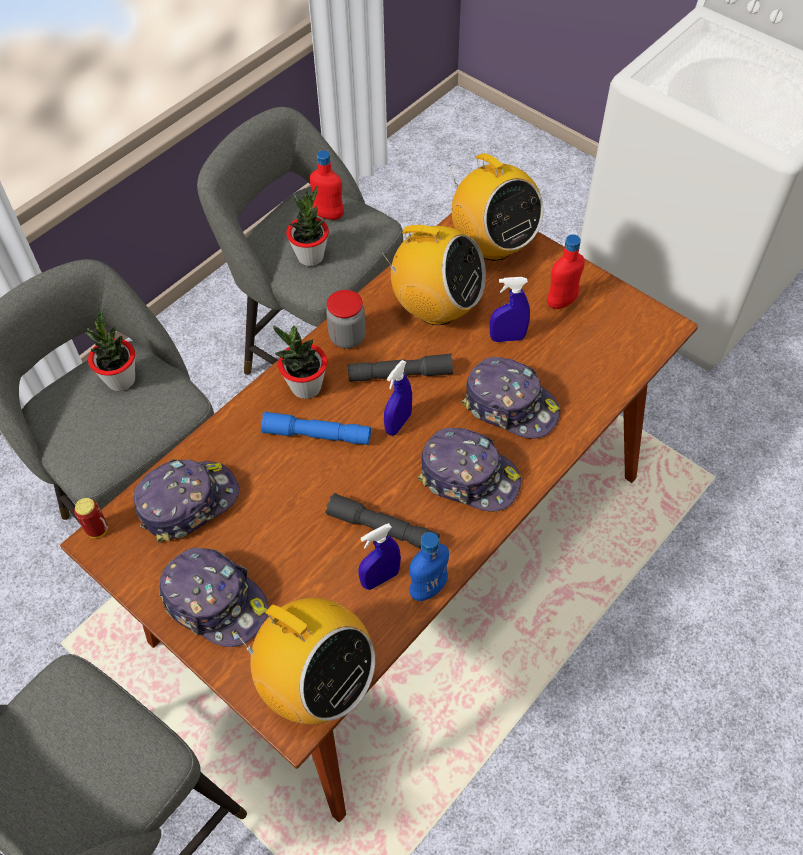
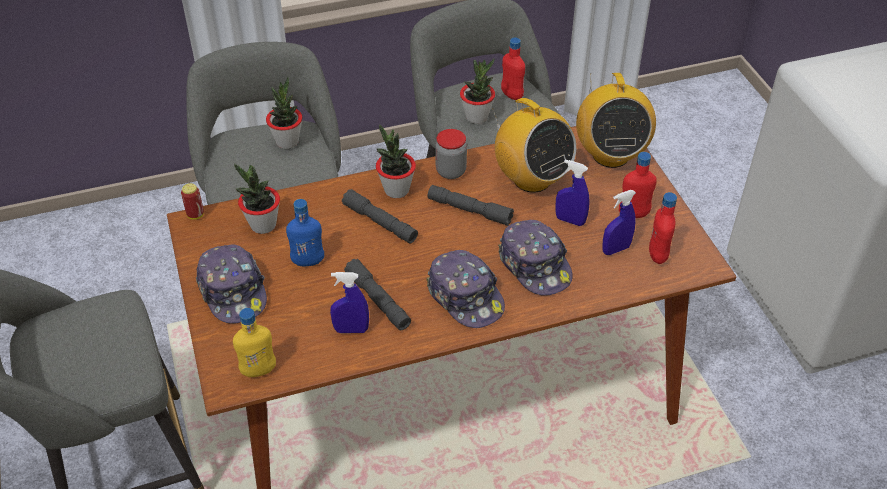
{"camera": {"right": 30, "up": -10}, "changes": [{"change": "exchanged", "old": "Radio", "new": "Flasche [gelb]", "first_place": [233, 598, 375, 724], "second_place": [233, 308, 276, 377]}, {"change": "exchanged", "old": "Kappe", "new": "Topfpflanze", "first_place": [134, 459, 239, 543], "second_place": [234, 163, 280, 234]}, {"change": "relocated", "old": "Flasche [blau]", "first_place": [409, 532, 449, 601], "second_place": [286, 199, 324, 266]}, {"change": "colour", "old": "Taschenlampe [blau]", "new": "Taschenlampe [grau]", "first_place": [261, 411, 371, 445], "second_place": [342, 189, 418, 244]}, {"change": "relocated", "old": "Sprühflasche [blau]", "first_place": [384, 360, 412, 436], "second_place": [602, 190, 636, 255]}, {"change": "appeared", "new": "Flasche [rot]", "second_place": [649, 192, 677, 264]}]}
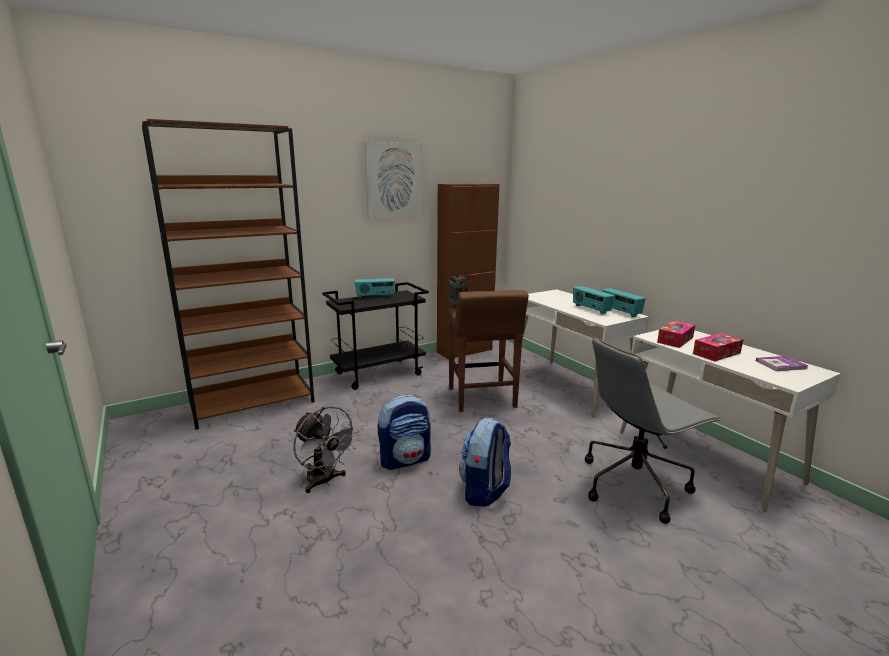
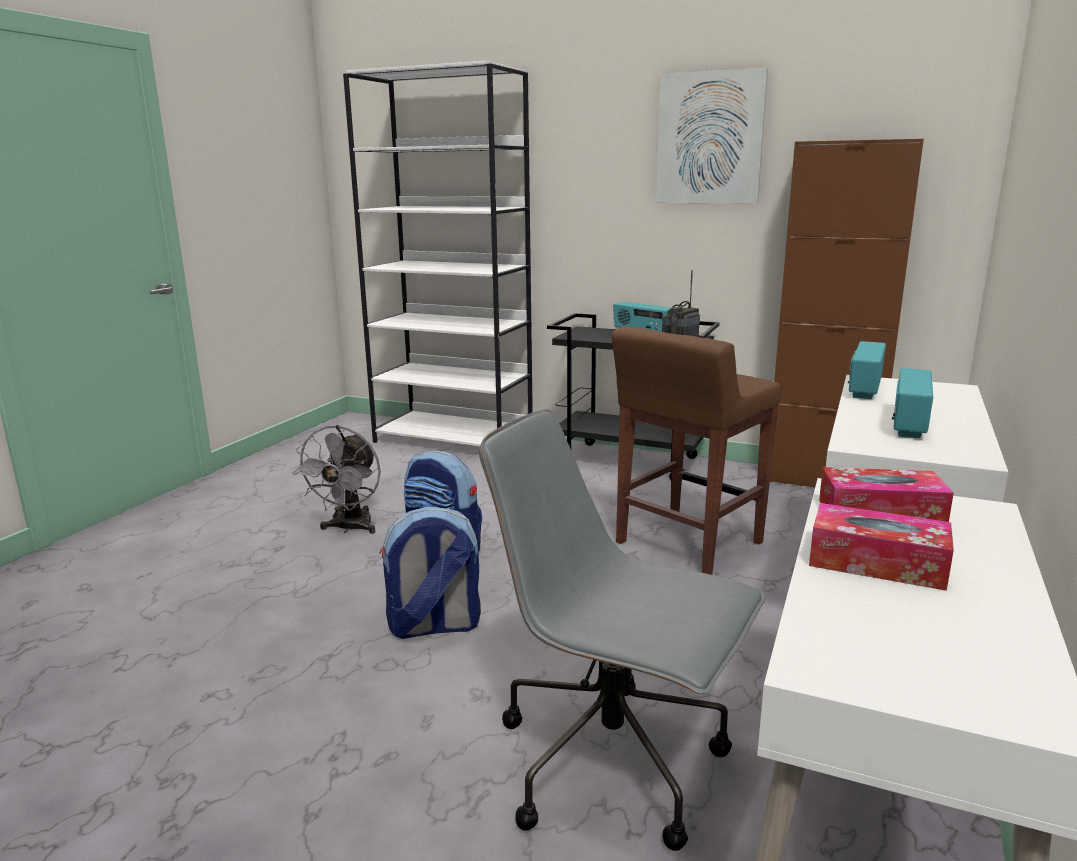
{"camera": {"right": 55, "up": 0}, "changes": [{"change": "colour", "old": "Bücherregal [braun]", "new": "Bücherregal [weiß]", "first_place": [142, 119, 315, 430], "second_place": [343, 61, 533, 446]}, {"change": "relocated", "old": "Radio", "first_place": [602, 288, 646, 317], "second_place": [848, 341, 886, 399]}, {"change": "missing", "old": "Buch", "first_place": [756, 356, 808, 371]}]}
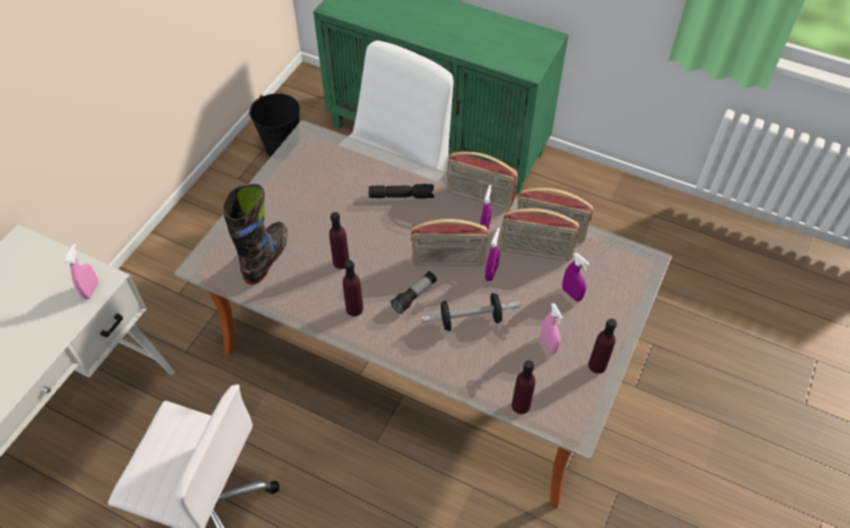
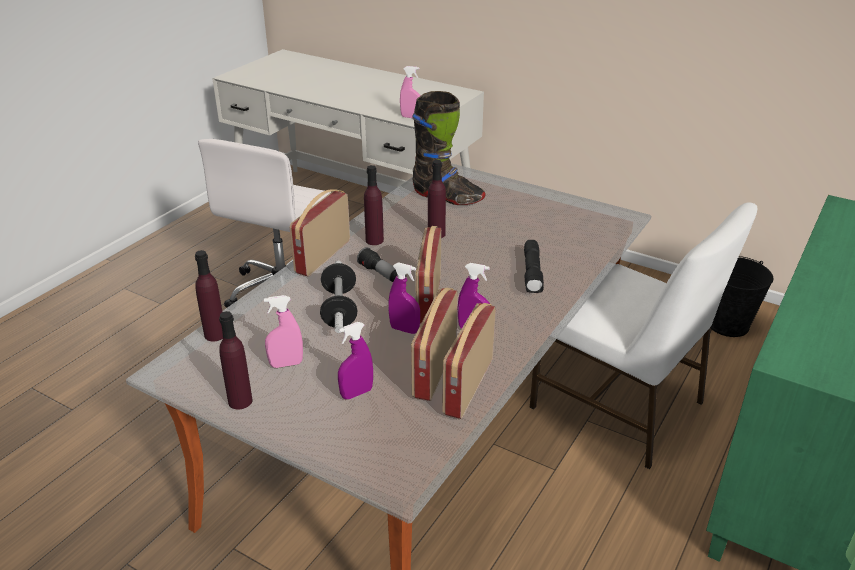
{"camera": {"right": 95, "up": -20}, "changes": [{"change": "relocated", "old": "Radio", "first_place": [447, 152, 518, 209], "second_place": [290, 189, 350, 277]}]}
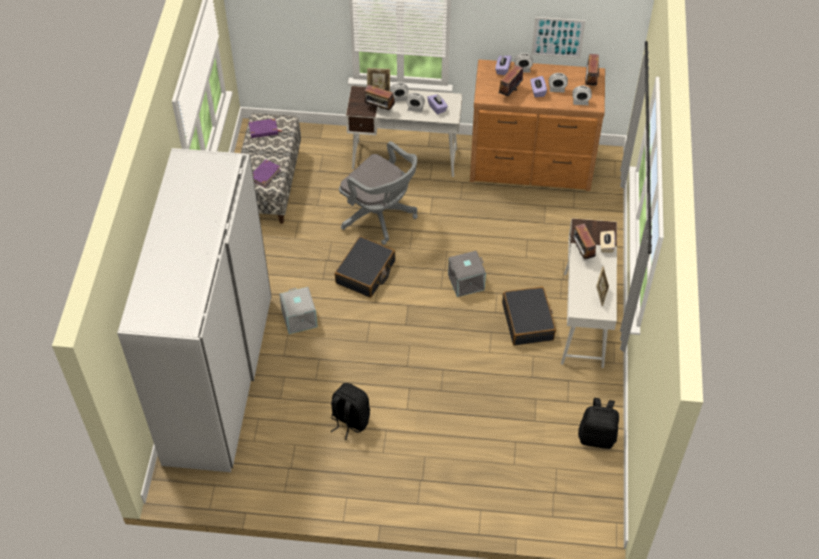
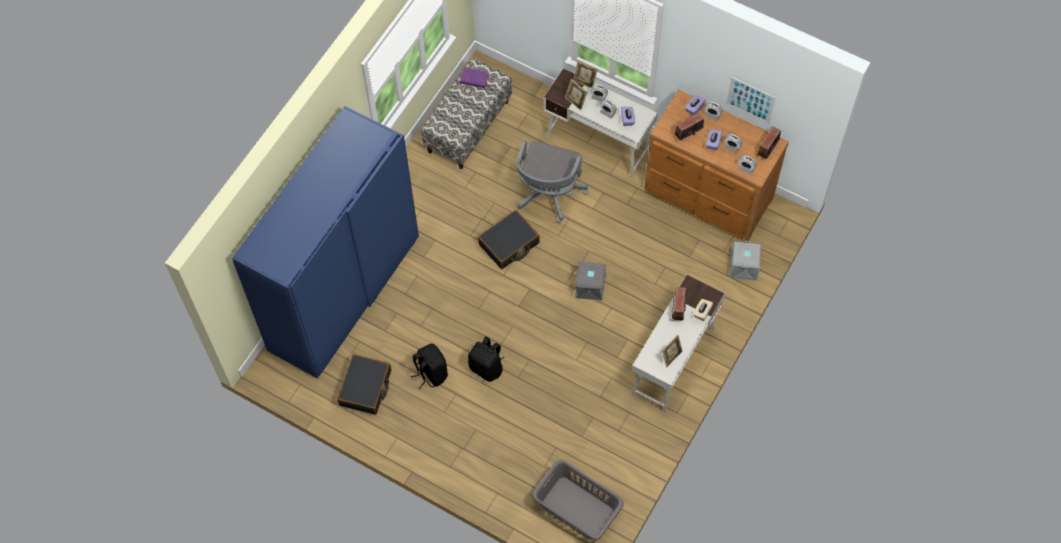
{"camera": {"right": 25, "up": 10}, "changes": [{"change": "colour", "old": "Kleiderschrank [weiß]", "new": "Kleiderschrank [blau]", "first_place": [117, 148, 272, 472], "second_place": [232, 106, 419, 379]}, {"change": "relocated", "old": "Koffer [schwarz]", "first_place": [502, 287, 556, 346], "second_place": [337, 354, 391, 415]}, {"change": "relocated", "old": "Rucksack [schwarz]", "first_place": [578, 398, 619, 449], "second_place": [468, 336, 504, 382]}, {"change": "spun", "old": "Bürostuhl [grau]", "first_place": [339, 141, 418, 245], "second_place": [516, 140, 588, 223], "degrees": 45}, {"change": "appeared", "new": "Wäschekorb [grau]", "second_place": [532, 460, 624, 540]}, {"change": "exchanged", "old": "Radio", "new": "Bilderrahmen", "first_place": [364, 85, 395, 112], "second_place": [565, 79, 588, 111]}, {"change": "relocated", "old": "Aufbewahrungsbox [grau]", "first_place": [279, 287, 318, 334], "second_place": [730, 241, 761, 281]}, {"change": "missing", "old": "Buch [lila]", "first_place": [253, 159, 280, 187]}]}
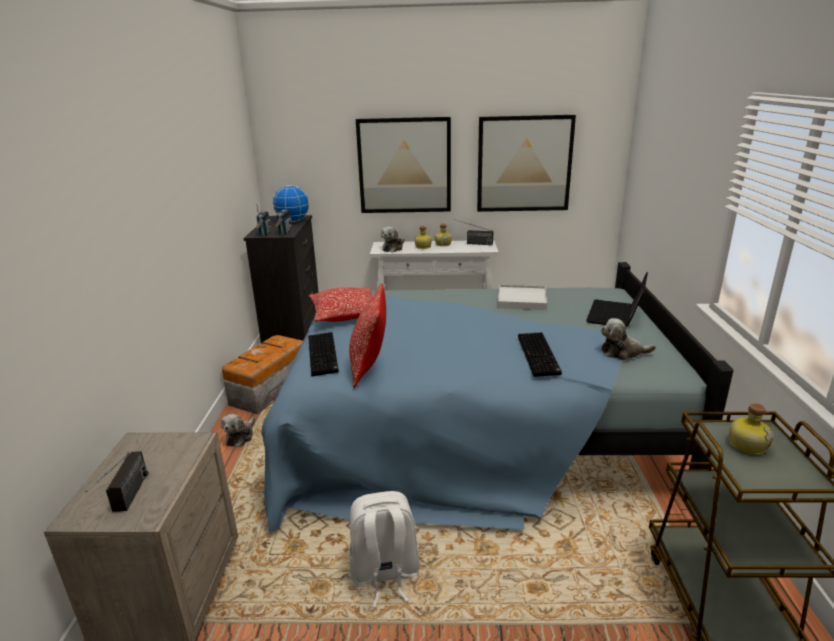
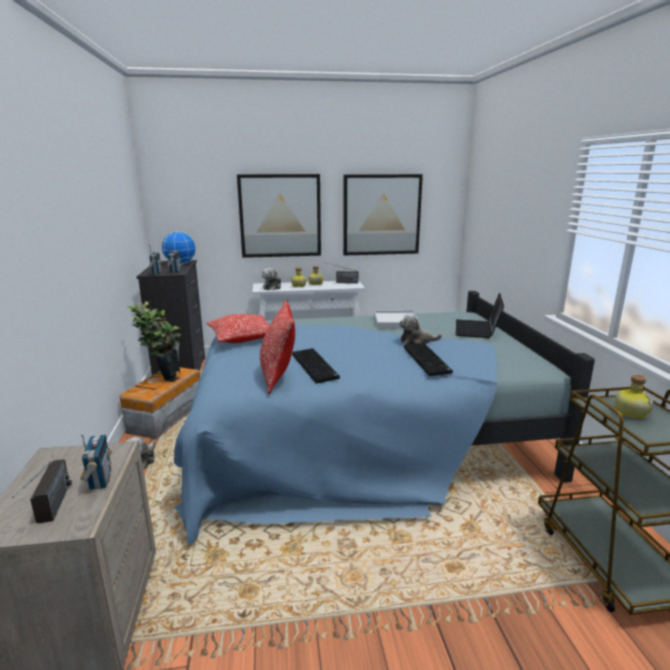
{"camera": {"right": -10, "up": -5}, "changes": [{"change": "appeared", "new": "Radio", "second_place": [80, 433, 112, 490]}, {"change": "appeared", "new": "Topfpflanze", "second_place": [127, 301, 181, 382]}, {"change": "relocated", "old": "Tastatur", "first_place": [308, 332, 339, 376], "second_place": [292, 348, 340, 384]}, {"change": "relocated", "old": "Plüschtier", "first_place": [601, 318, 656, 360], "second_place": [399, 314, 442, 345]}, {"change": "missing", "old": "Rucksack [weiß]", "first_place": [349, 491, 420, 607]}]}
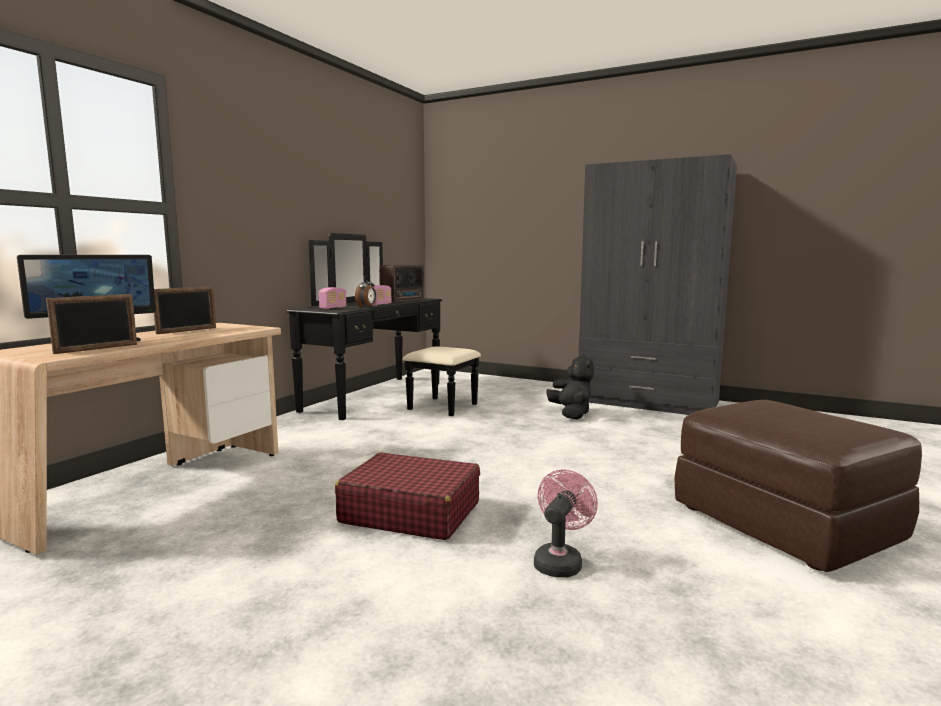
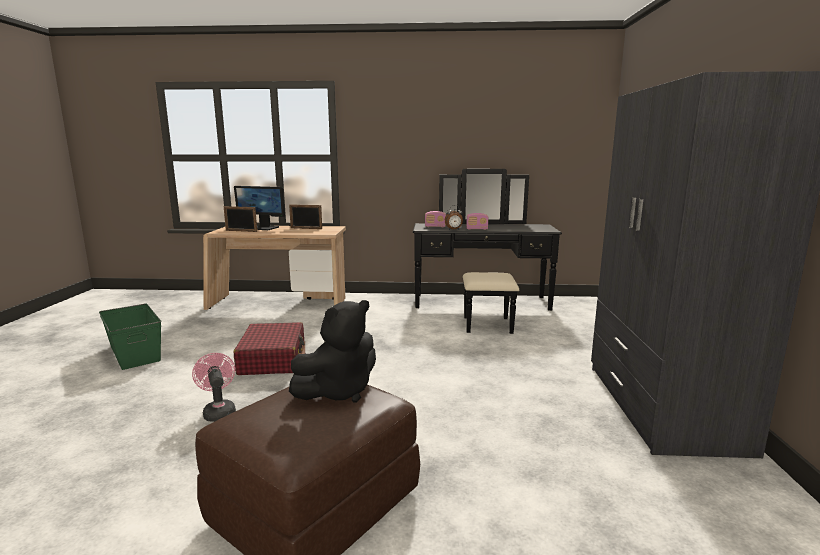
{"camera": {"right": 65, "up": 5}, "changes": [{"change": "appeared", "new": "Aufbewahrungsbox [grün]", "second_place": [99, 303, 162, 370]}, {"change": "spun", "old": "Ventilator [rosa]", "first_place": [534, 469, 598, 577], "second_place": [192, 353, 236, 422], "degrees": -120}, {"change": "relocated", "old": "Plüschtier [schwarz]", "first_place": [547, 354, 594, 419], "second_place": [289, 300, 376, 403]}, {"change": "missing", "old": "Radio", "first_place": [379, 265, 424, 303]}]}
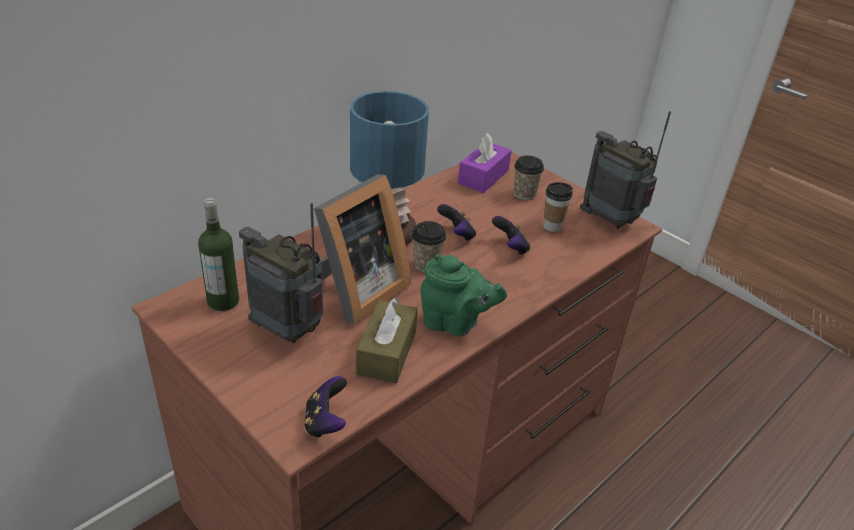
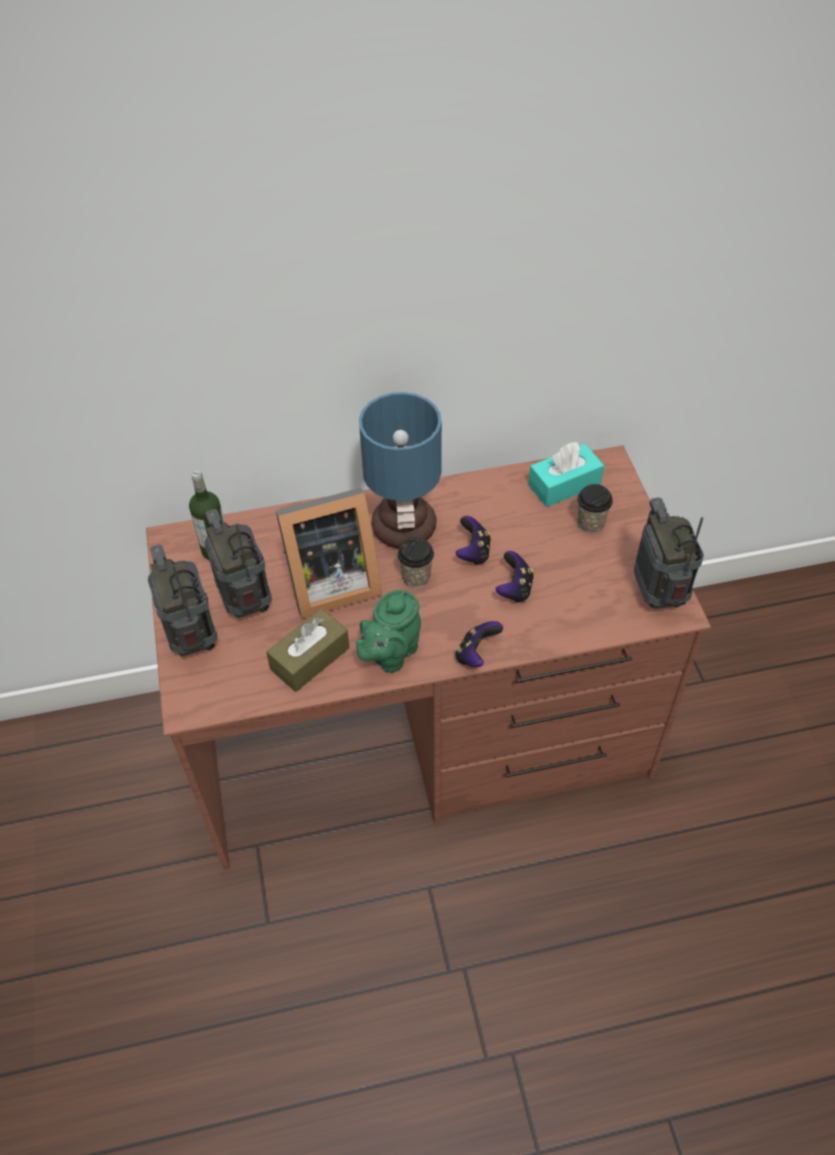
{"camera": {"right": 35, "up": 15}, "changes": [{"change": "appeared", "new": "Radio", "second_place": [148, 544, 218, 656]}, {"change": "spun", "old": "Teekanne [grün]", "first_place": [420, 254, 507, 336], "second_place": [356, 590, 421, 672], "degrees": 75}, {"change": "relocated", "old": "Gamepad", "first_place": [304, 376, 347, 438], "second_place": [455, 621, 503, 667]}, {"change": "colour", "old": "Taschentuchbox [lila]", "new": "Taschentuchbox [türkis]", "first_place": [458, 133, 512, 193], "second_place": [528, 442, 604, 507]}, {"change": "missing", "old": "Tasse", "first_place": [543, 182, 573, 232]}]}
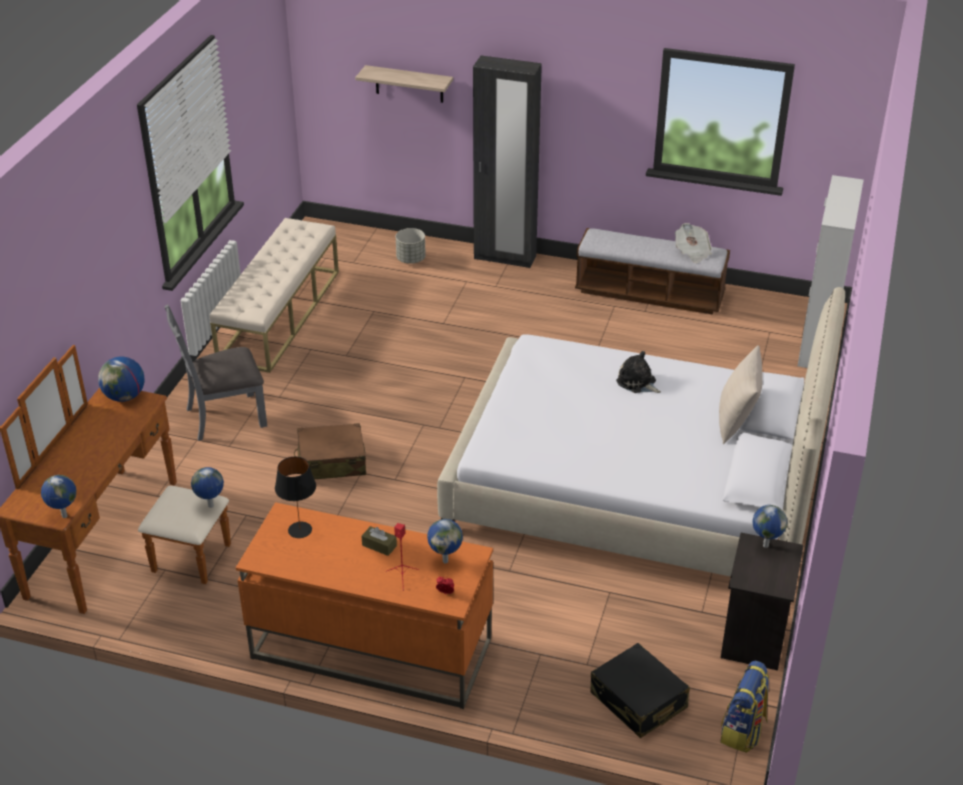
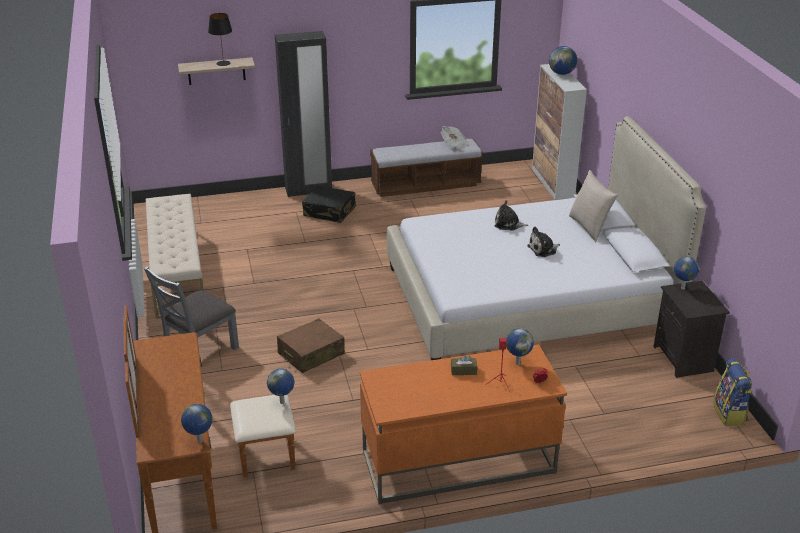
{"camera": {"right": -30, "up": -5}, "changes": [{"change": "relocated", "old": "Tischlampe [schwarz]", "first_place": [275, 457, 316, 538], "second_place": [208, 13, 232, 66]}, {"change": "relocated", "old": "Koffer [schwarz]", "first_place": [591, 643, 690, 738], "second_place": [302, 186, 356, 223]}, {"change": "appeared", "new": "Plüschtier", "second_place": [527, 227, 560, 257]}, {"change": "relocated", "old": "Globus", "first_place": [98, 356, 145, 402], "second_place": [549, 46, 577, 75]}, {"change": "missing", "old": "Pflanzkübel [grau]", "first_place": [396, 228, 426, 264]}]}
